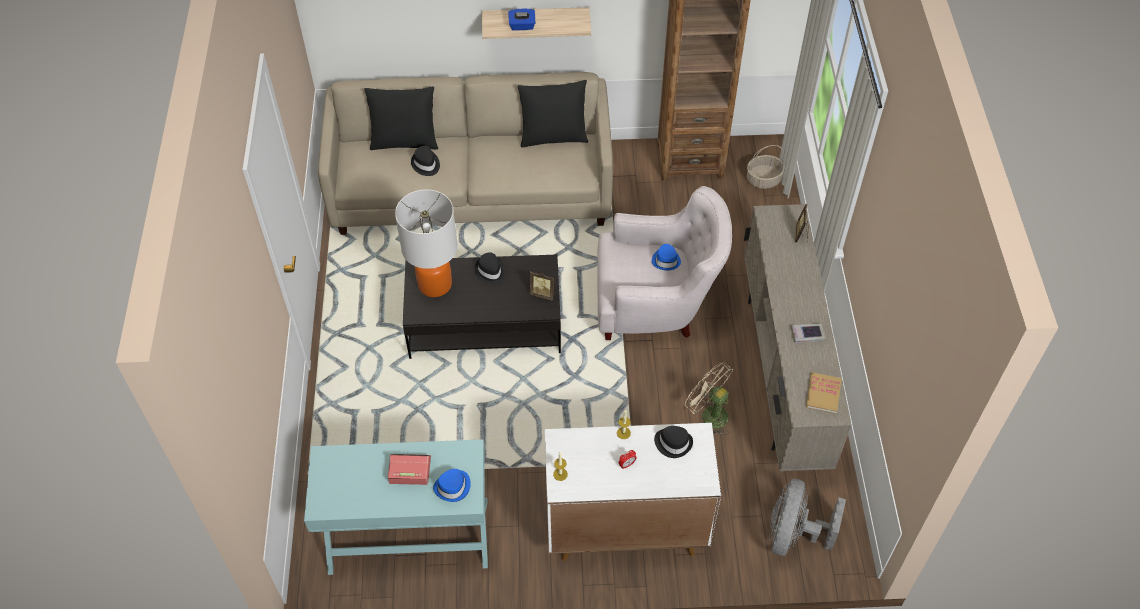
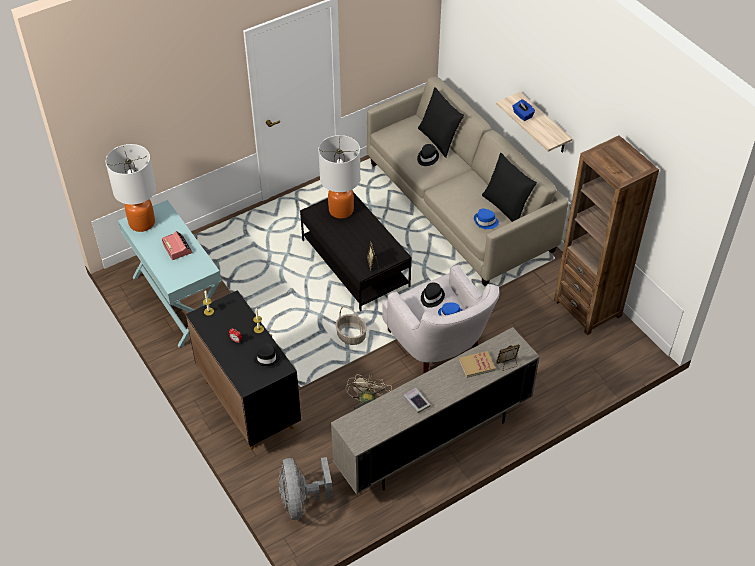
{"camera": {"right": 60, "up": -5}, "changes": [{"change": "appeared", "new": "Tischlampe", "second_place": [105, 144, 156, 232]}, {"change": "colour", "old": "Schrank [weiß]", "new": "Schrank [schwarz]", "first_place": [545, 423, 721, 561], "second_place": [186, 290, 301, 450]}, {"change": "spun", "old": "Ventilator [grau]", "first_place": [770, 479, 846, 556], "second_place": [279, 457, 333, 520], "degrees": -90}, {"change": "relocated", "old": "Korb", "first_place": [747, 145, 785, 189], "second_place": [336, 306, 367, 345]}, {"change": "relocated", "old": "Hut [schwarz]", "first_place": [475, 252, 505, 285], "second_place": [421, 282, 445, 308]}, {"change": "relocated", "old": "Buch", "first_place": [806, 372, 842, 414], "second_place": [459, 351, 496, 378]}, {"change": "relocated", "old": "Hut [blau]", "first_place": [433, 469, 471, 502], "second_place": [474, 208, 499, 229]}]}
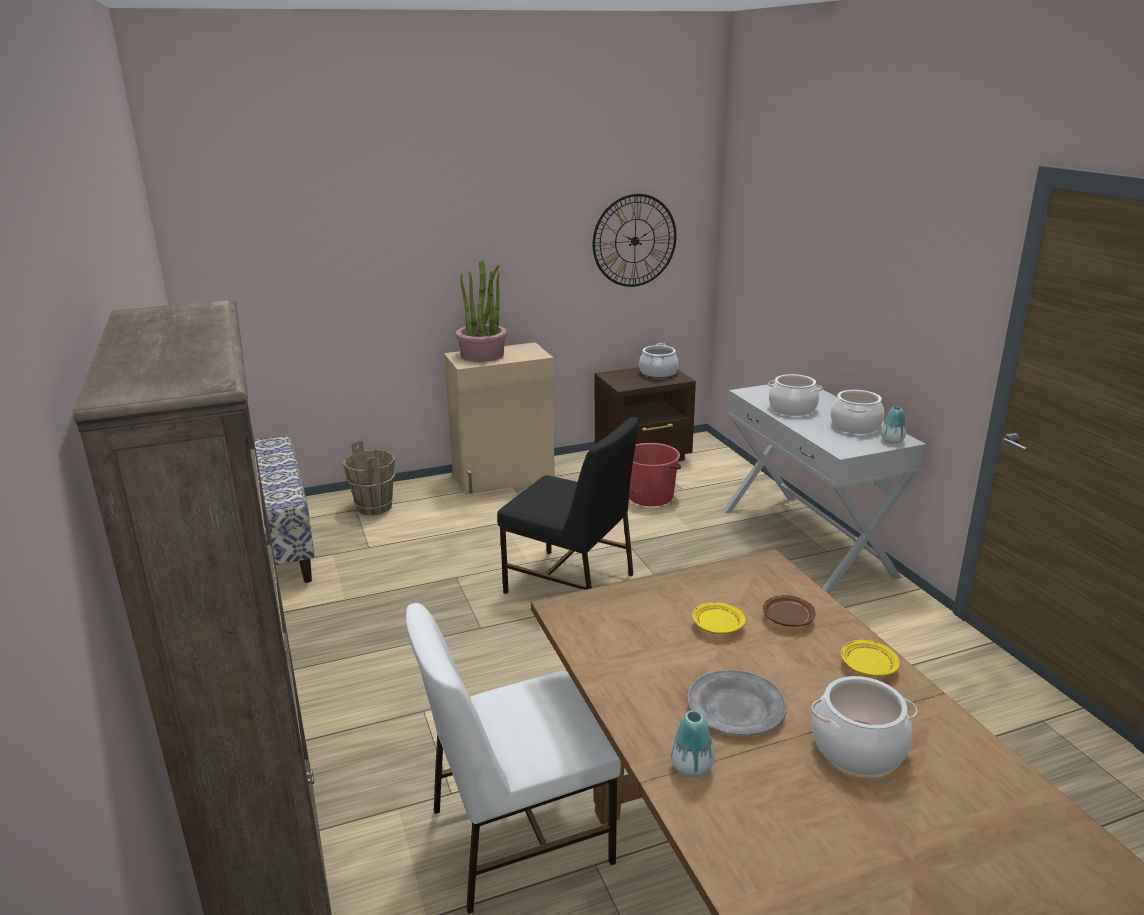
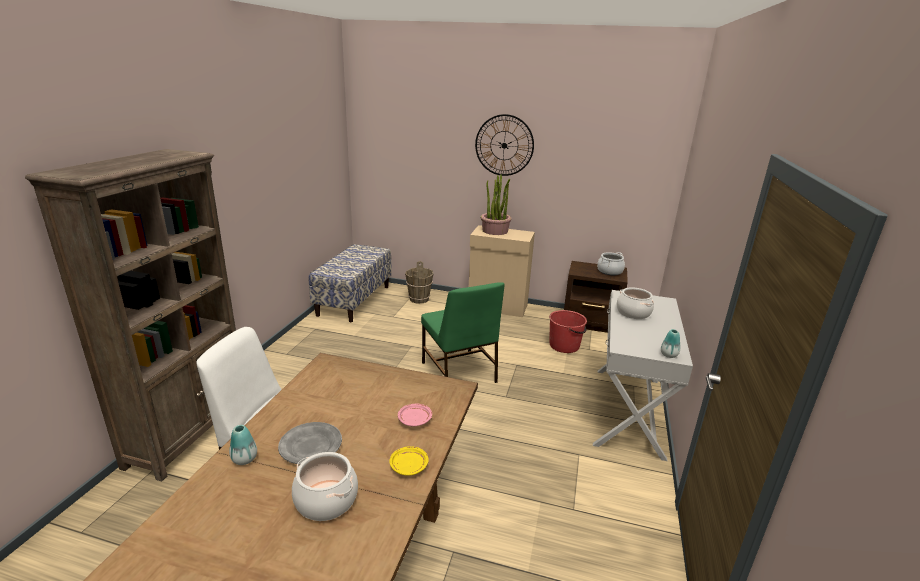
{"camera": {"right": 35, "up": 0}, "changes": [{"change": "colour", "old": "Teller [braun]", "new": "Teller [rosa]", "first_place": [763, 595, 816, 627], "second_place": [398, 404, 432, 427]}, {"change": "colour", "old": "Stuhl [schwarz]", "new": "Stuhl [grün]", "first_place": [497, 417, 639, 594], "second_place": [421, 282, 505, 383]}, {"change": "relocated", "old": "Wanduhr", "first_place": [592, 194, 677, 287], "second_place": [475, 114, 534, 176]}, {"change": "missing", "old": "Teller [gelb]", "first_place": [692, 602, 746, 634]}, {"change": "missing", "old": "Kochtopf", "first_place": [831, 390, 884, 434]}]}
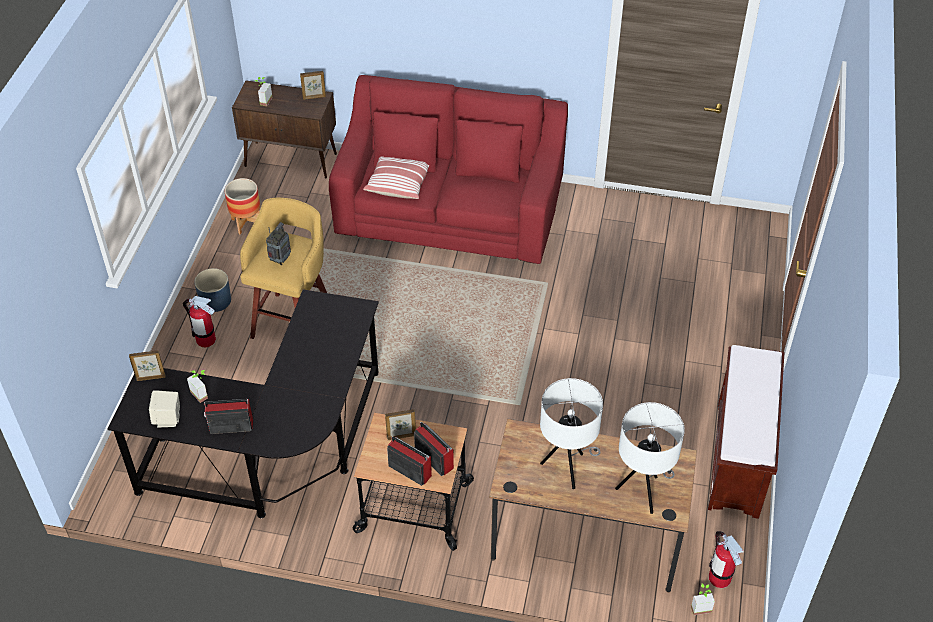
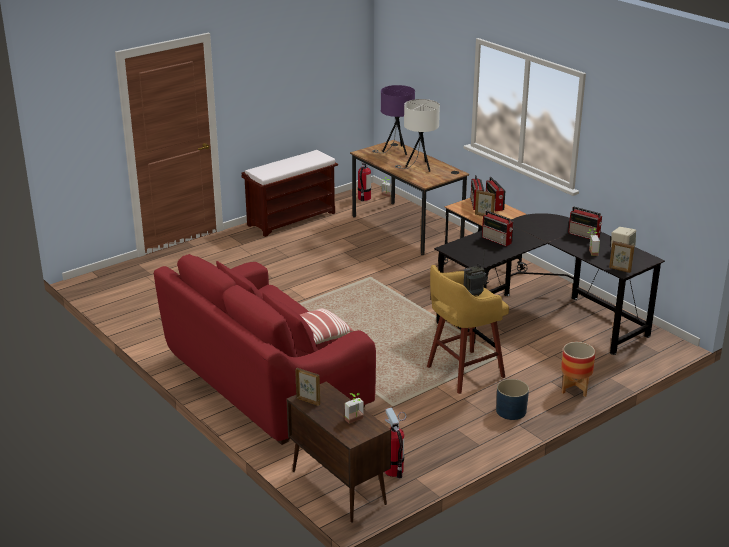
{"camera": {"right": -140, "up": -20}, "changes": [{"change": "colour", "old": "Tischlampe [weiß]", "new": "Tischlampe [lila]", "first_place": [615, 402, 685, 514], "second_place": [372, 85, 415, 155]}, {"change": "relocated", "old": "Feuerlöscher", "first_place": [183, 296, 216, 348], "second_place": [385, 408, 407, 479]}, {"change": "appeared", "new": "Radio", "second_place": [482, 210, 514, 246]}, {"change": "relocated", "old": "Pflanzkübel", "first_place": [225, 178, 260, 235], "second_place": [561, 342, 595, 397]}]}
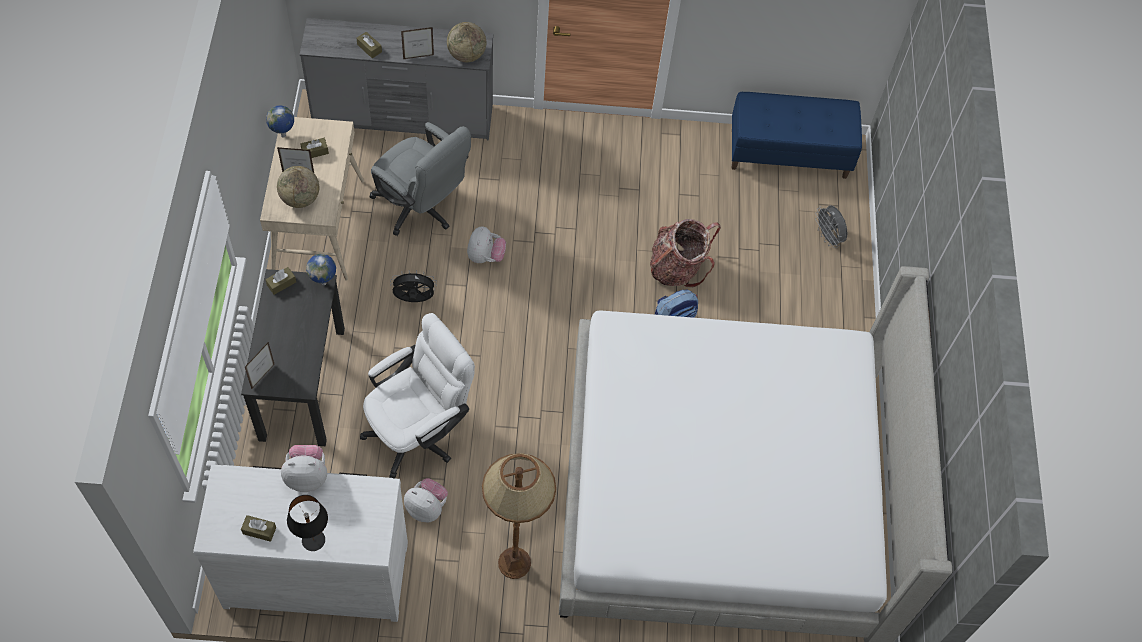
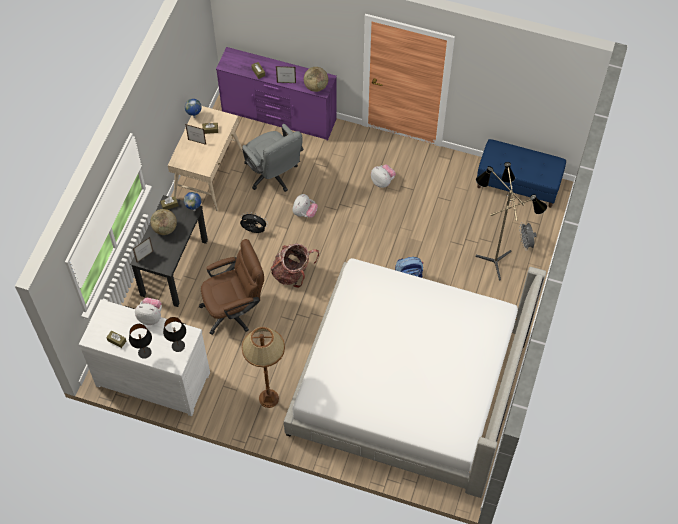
{"camera": {"right": 20, "up": 0}, "changes": [{"change": "relocated", "old": "Globus", "first_place": [277, 166, 319, 208], "second_place": [150, 209, 177, 235]}, {"change": "appeared", "new": "Tischlampe [schwarz]", "second_place": [163, 317, 186, 352]}, {"change": "colour", "old": "Bürostuhl [weiß]", "new": "Bürostuhl [braun]", "first_place": [360, 313, 475, 478], "second_place": [199, 239, 264, 335]}, {"change": "colour", "old": "Kommode [grau]", "new": "Kommode [lila]", "first_place": [300, 18, 493, 140], "second_place": [216, 47, 337, 141]}, {"change": "relocated", "old": "Rucksack", "first_place": [650, 219, 721, 287], "second_place": [271, 244, 319, 288]}, {"change": "relocated", "old": "Plüschtier", "first_place": [404, 478, 448, 523], "second_place": [371, 164, 396, 188]}, {"change": "appeared", "new": "Stehlampe", "second_place": [475, 162, 547, 281]}]}
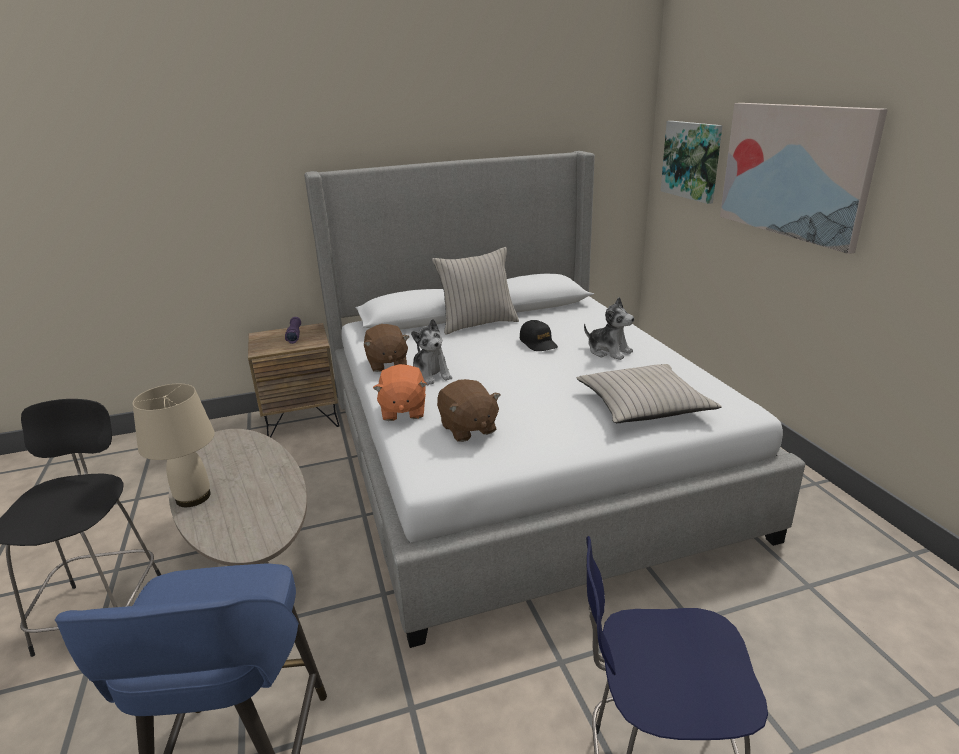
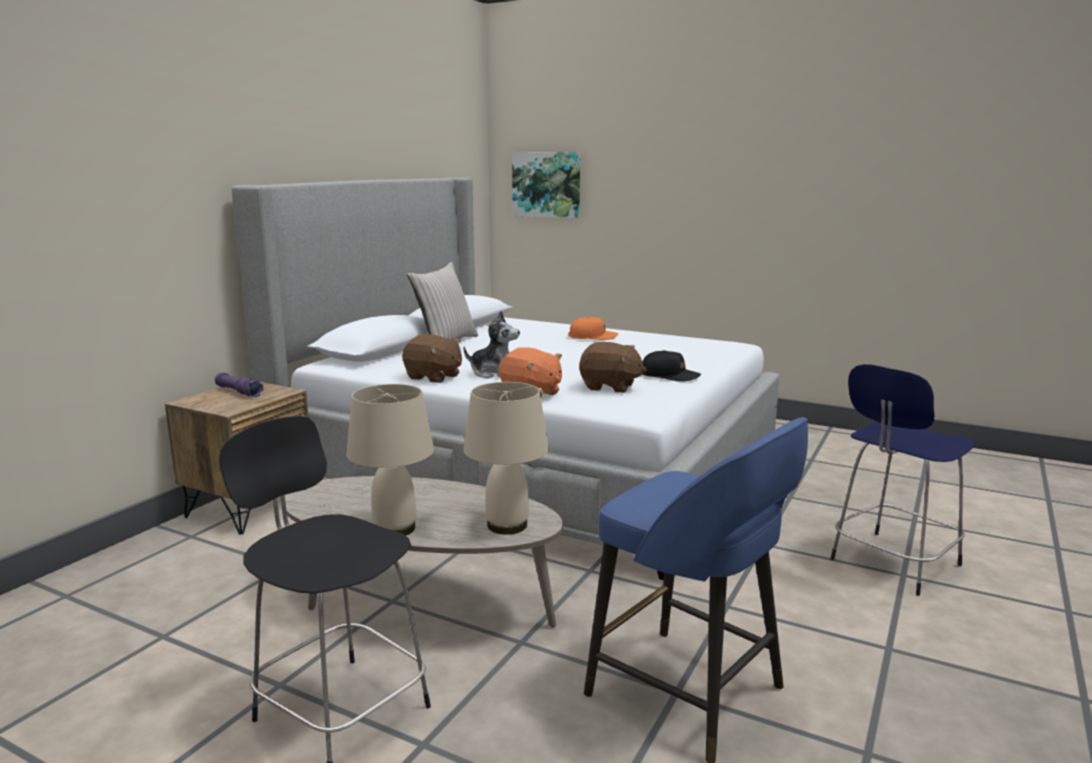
{"camera": {"right": -45, "up": -10}, "changes": [{"change": "appeared", "new": "Tischlampe [beige]", "second_place": [463, 382, 549, 534]}, {"change": "exchanged", "old": "Plüschtier", "new": "Kappe [orange]", "first_place": [584, 297, 634, 360], "second_place": [569, 317, 618, 340]}, {"change": "relocated", "old": "Kappe [schwarz]", "first_place": [520, 320, 558, 351], "second_place": [642, 350, 701, 382]}, {"change": "missing", "old": "Kissen [beige]", "first_place": [577, 364, 722, 423]}, {"change": "missing", "old": "Bild", "first_place": [720, 103, 888, 254]}]}
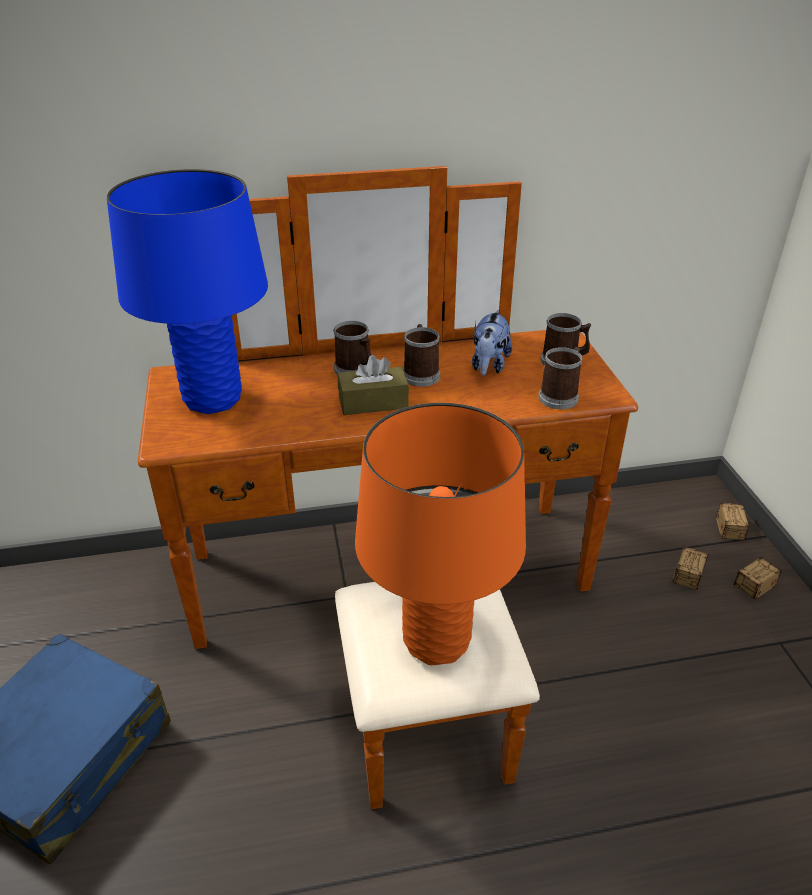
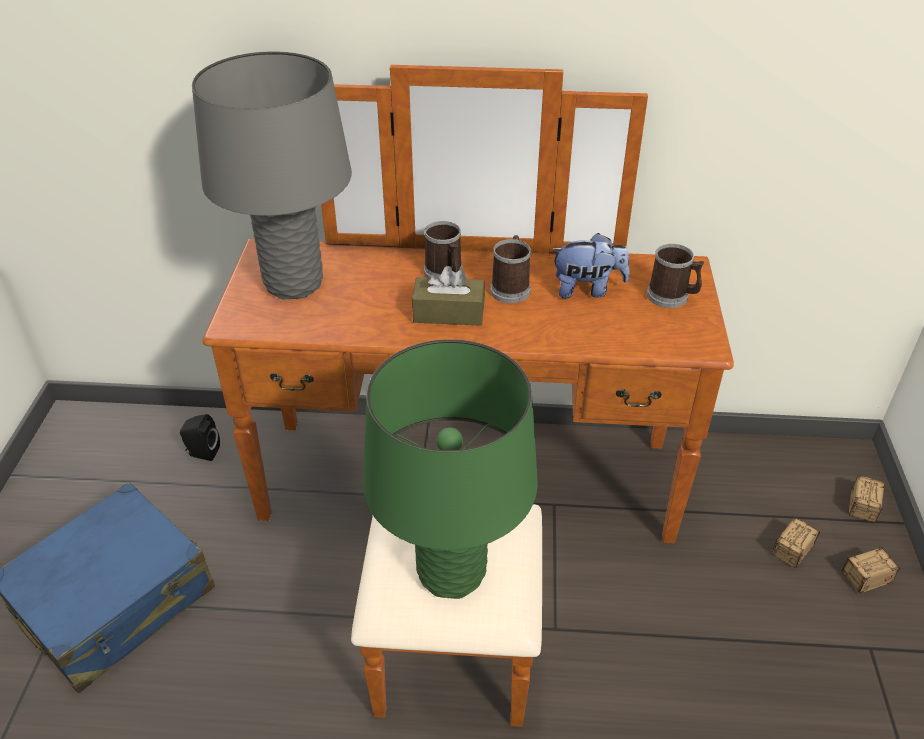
{"camera": {"right": 15, "up": 5}, "changes": [{"change": "appeared", "new": "Lautsprecher [schwarz]", "second_place": [180, 414, 220, 461]}, {"change": "colour", "old": "Tischlampe [blau]", "new": "Tischlampe [grau]", "first_place": [107, 169, 268, 414], "second_place": [192, 51, 352, 299]}, {"change": "colour", "old": "Tischlampe [orange]", "new": "Tischlampe [grün]", "first_place": [355, 403, 526, 665], "second_place": [363, 339, 538, 599]}, {"change": "spun", "old": "Plüschtier", "first_place": [472, 310, 512, 376], "second_place": [551, 233, 630, 298], "degrees": -120}, {"change": "missing", "old": "Henkelbecher", "first_place": [538, 347, 583, 409]}]}
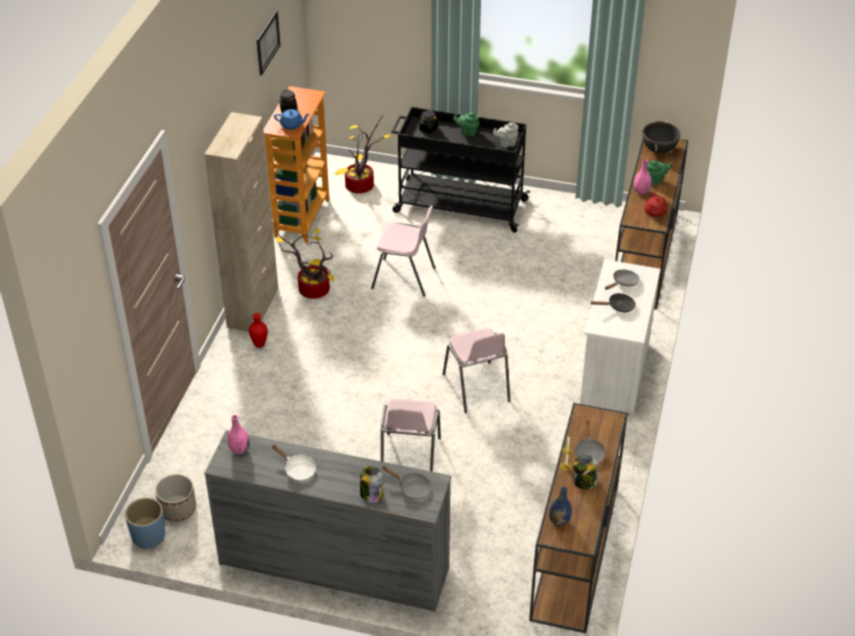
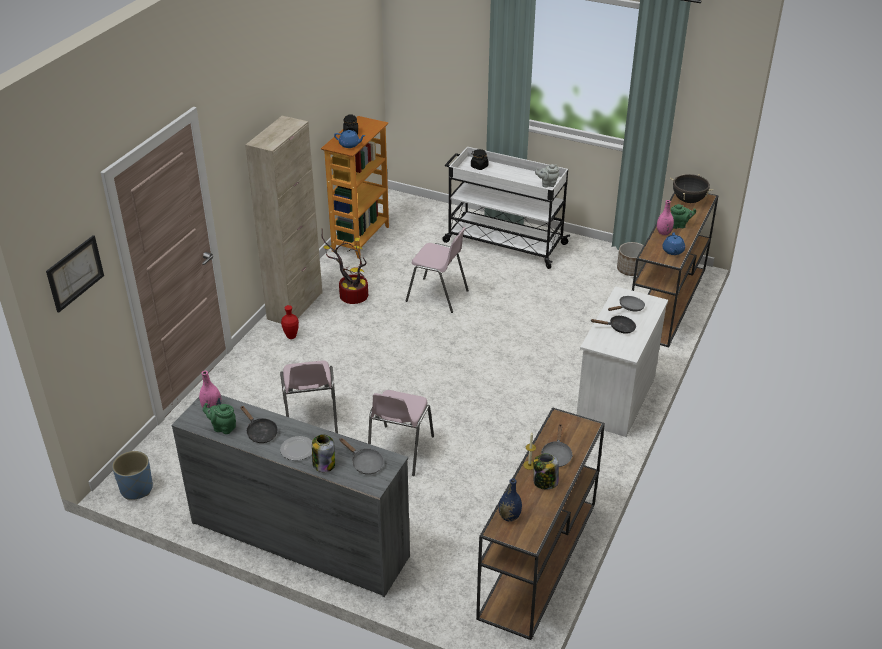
{"camera": {"right": 10, "up": -5}, "changes": [{"change": "relocated", "old": "Bild", "first_place": [257, 11, 281, 76], "second_place": [46, 235, 104, 313]}, {"change": "relocated", "old": "Teekanne [grün]", "first_place": [453, 112, 480, 136], "second_place": [203, 403, 236, 434]}, {"change": "colour", "old": "Pfanne [weiß]", "new": "Pfanne [schwarz]", "first_place": [272, 444, 316, 481], "second_place": [241, 406, 278, 443]}, {"change": "relocated", "old": "Stuhl [rosa]", "first_place": [442, 328, 511, 414], "second_place": [280, 360, 338, 433]}, {"change": "appeared", "new": "Teller", "second_place": [280, 436, 312, 461]}, {"change": "colour", "old": "Rollwagen [schwarz]", "new": "Rollwagen [weiß]", "first_place": [391, 107, 530, 233], "second_place": [442, 147, 570, 269]}, {"change": "relocated", "old": "Pflanzkübel", "first_place": [155, 474, 196, 521], "second_place": [617, 242, 645, 276]}, {"change": "colour", "old": "Teekanne [rot]", "new": "Teekanne [blau]", "first_place": [644, 192, 667, 217], "second_place": [662, 233, 685, 255]}, {"change": "missing", "old": "Topfpflanze", "first_place": [334, 115, 392, 194]}]}
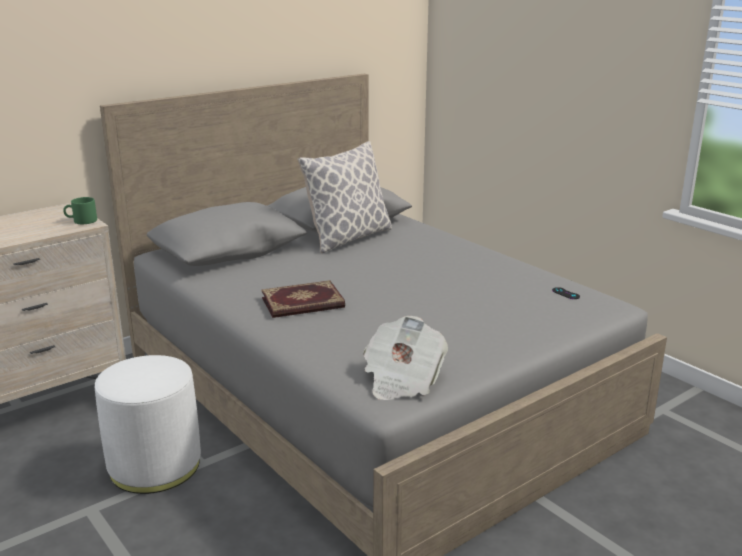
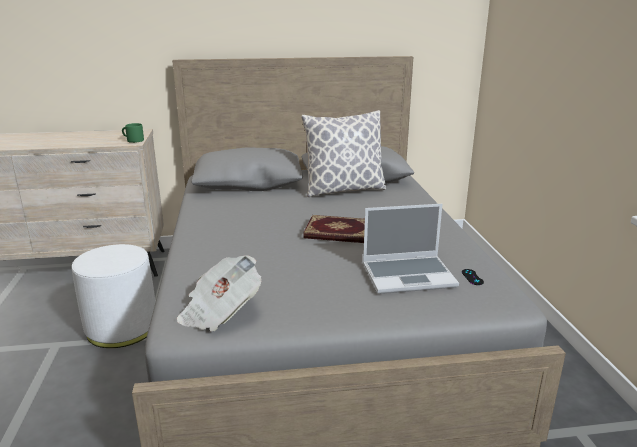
{"camera": {"right": 30, "up": 0}, "changes": [{"change": "relocated", "old": "Buch", "first_place": [261, 280, 345, 318], "second_place": [303, 215, 365, 243]}, {"change": "appeared", "new": "Laptop", "second_place": [363, 204, 459, 294]}]}
